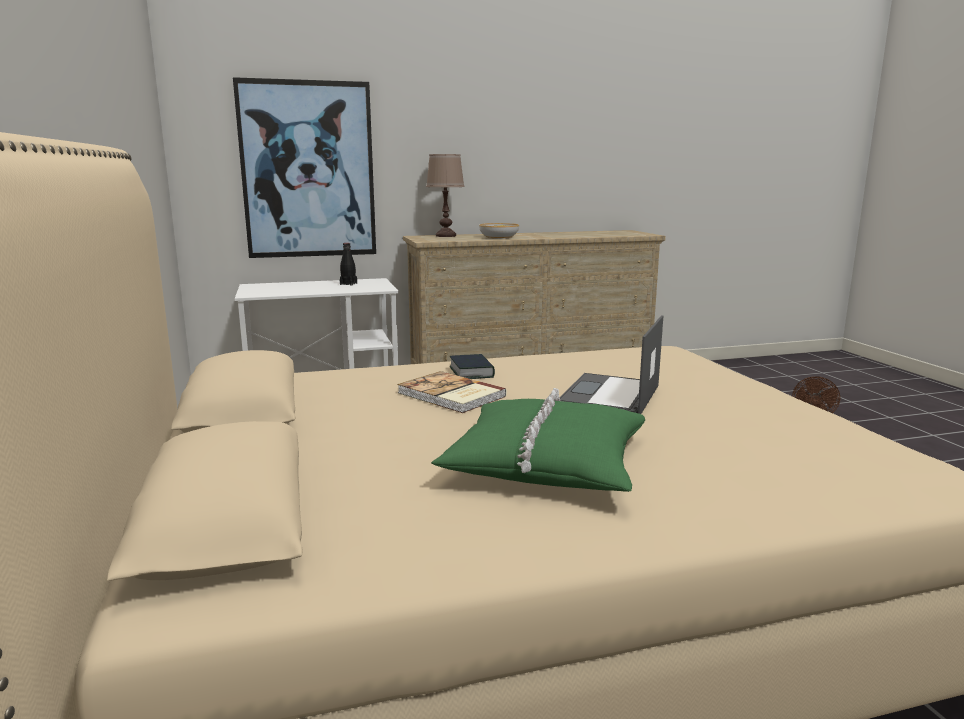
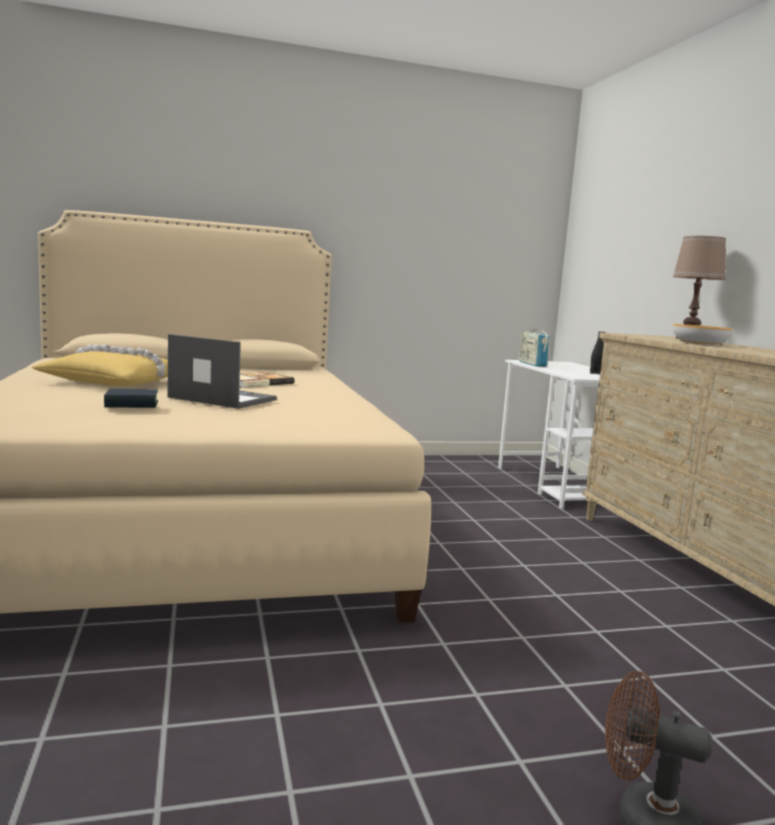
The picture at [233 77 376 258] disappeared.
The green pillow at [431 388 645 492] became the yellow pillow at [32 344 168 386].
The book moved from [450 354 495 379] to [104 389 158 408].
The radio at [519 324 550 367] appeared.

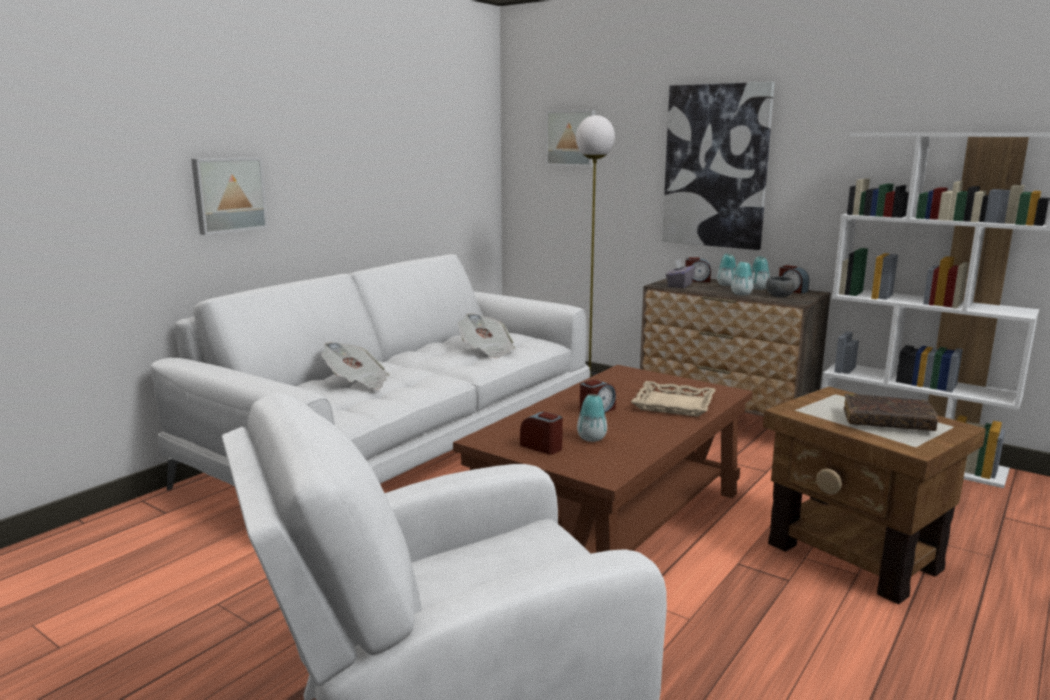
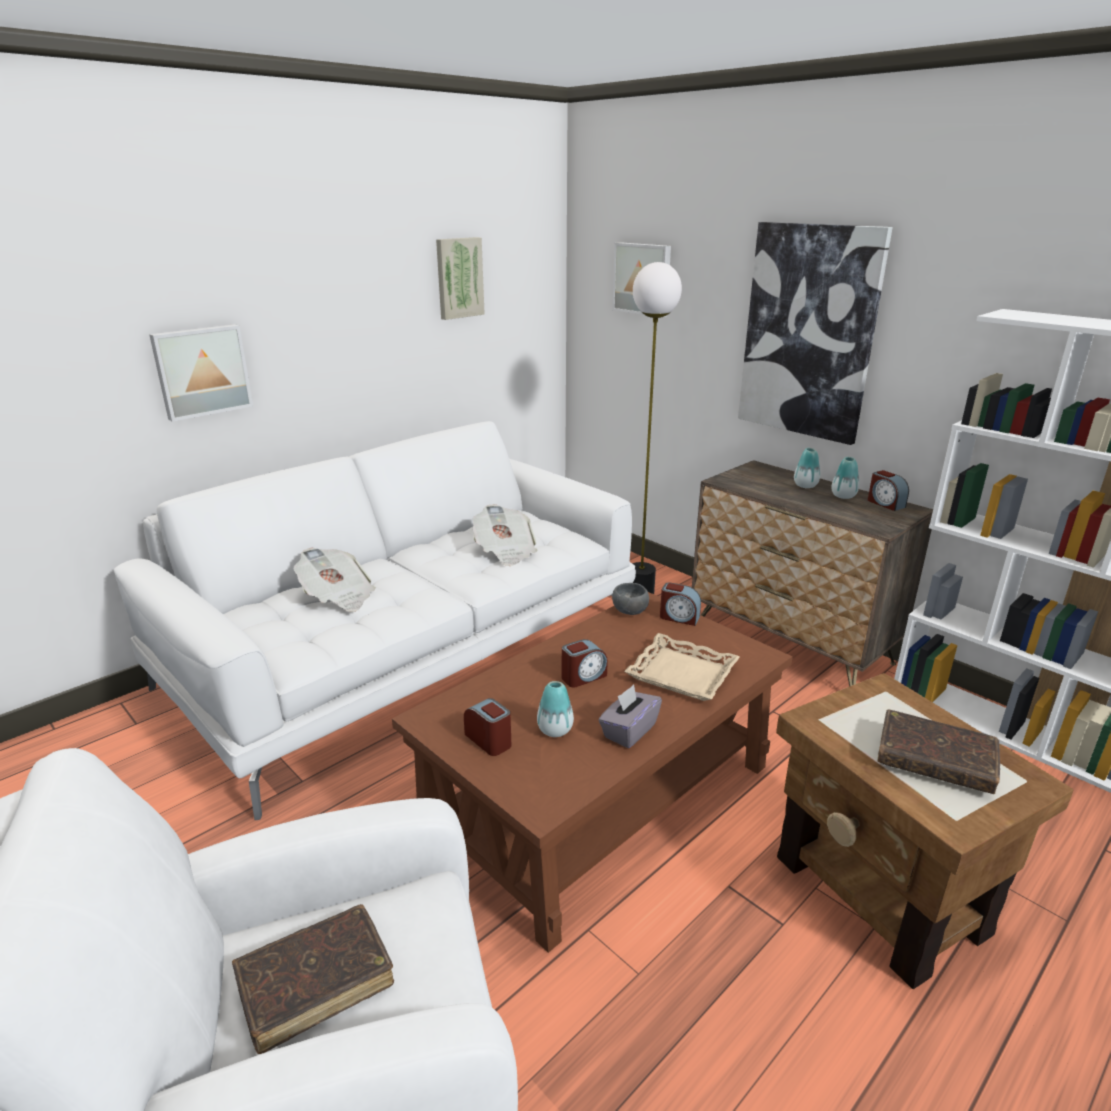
The grey tissue box moved from [666 259 695 288] to [598 685 662 748].
The alarm clock moved from [685 257 711 282] to [660 582 701 626].
The vase at [731 262 753 296] disappeared.
The grey bowl moved from [766 276 795 297] to [612 583 649 615].
The brown book at [232 904 394 1054] appeared.
The picture at [436 237 485 320] appeared.

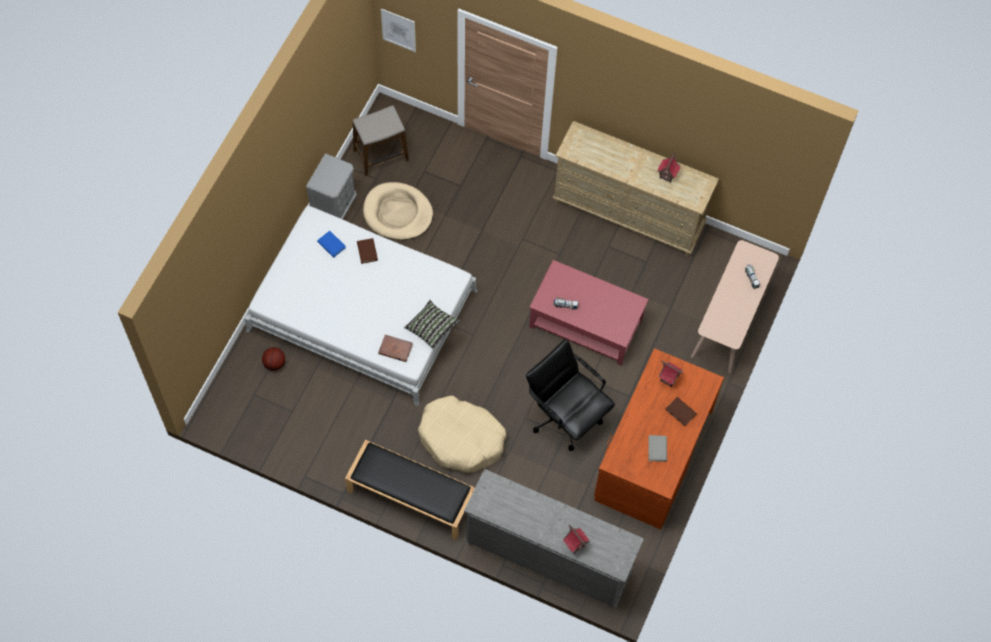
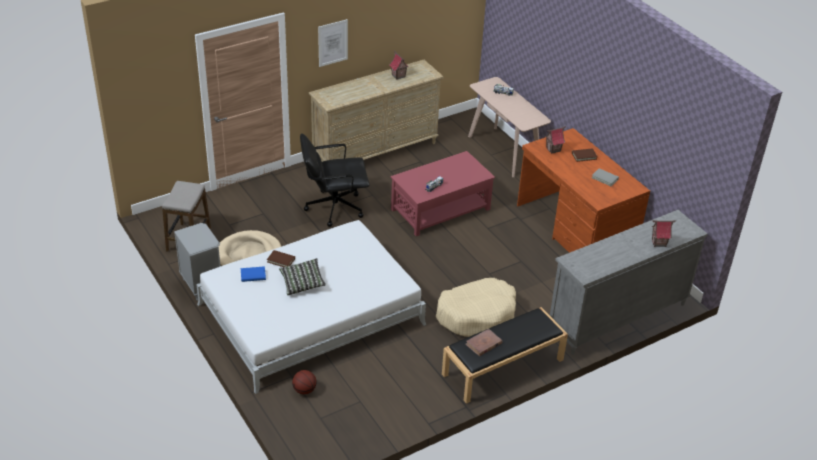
The brown book moved from [378 335 413 362] to [465 329 502 356].
The picture moved from [381 9 416 52] to [318 19 348 67].
The pillow moved from [404 300 460 349] to [279 258 326 295].
The black office chair moved from [526 339 615 451] to [300 133 370 227].

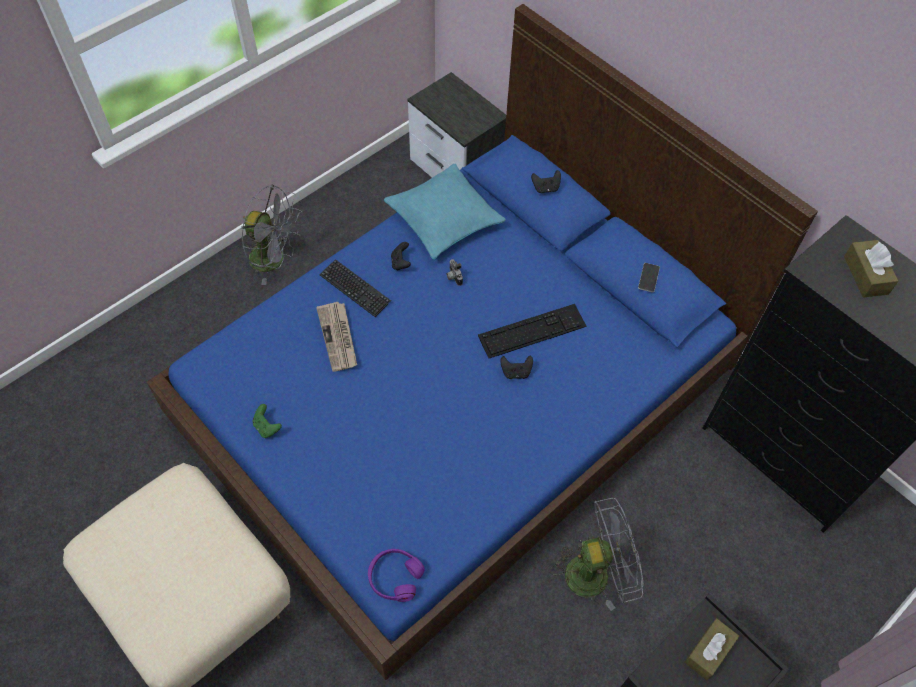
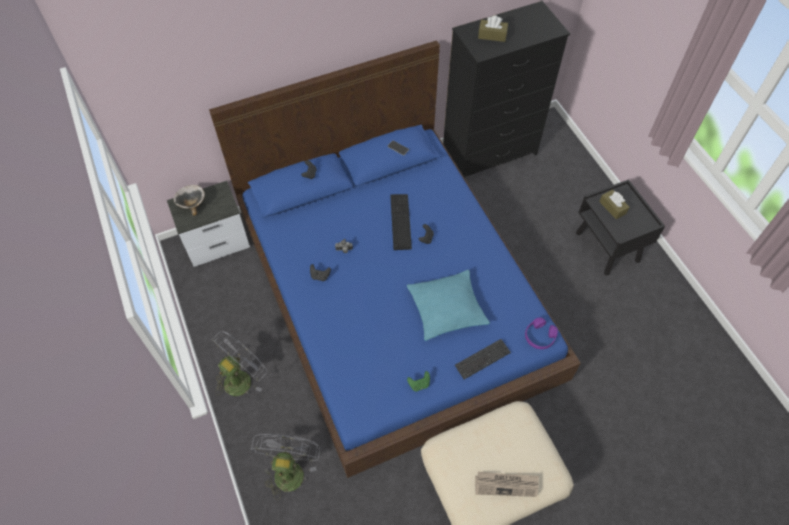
The newspaper moved from [316 302 357 372] to [475 472 539 497].
The keyboard moved from [319 259 391 317] to [455 339 511 380].
The turquoise pillow moved from [384 164 506 260] to [407 270 490 341].
The grey fan moved from [550 498 643 611] to [251 434 320 500].
The bowl at [174 185 205 216] appeared.

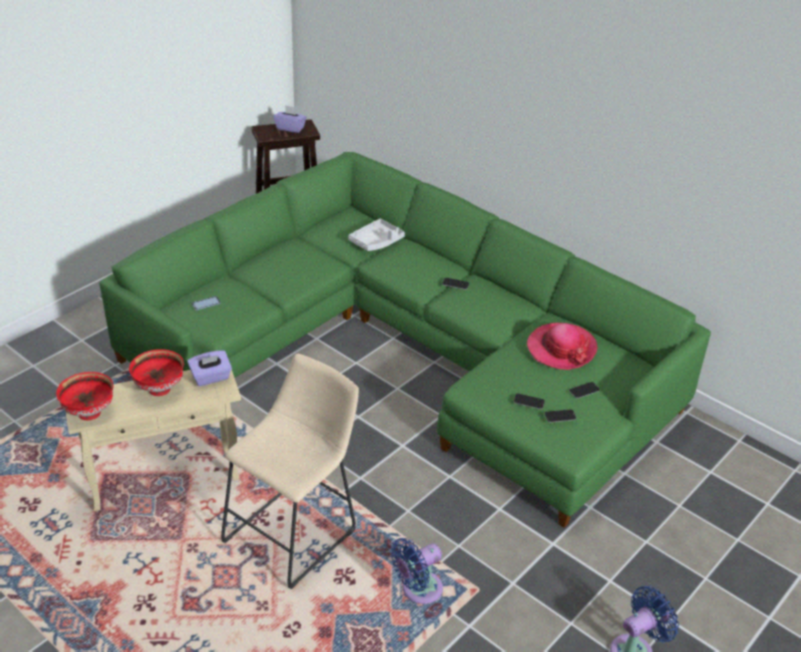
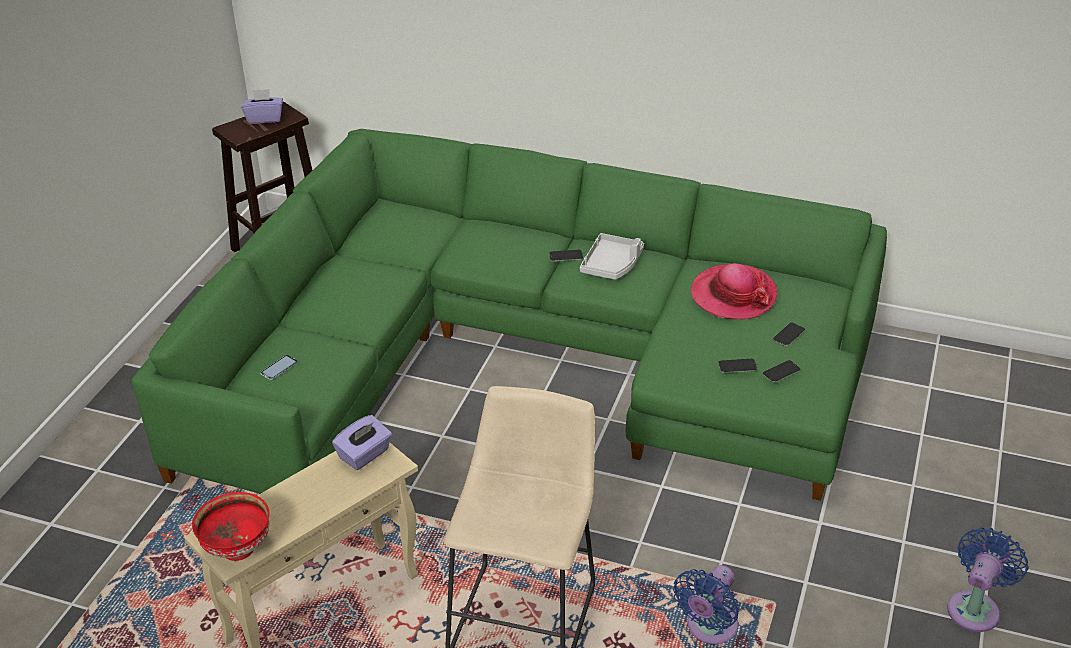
The red bowl at [129 349 184 396] disappeared.
The grey tray moved from [348 218 405 251] to [580 233 644 280].

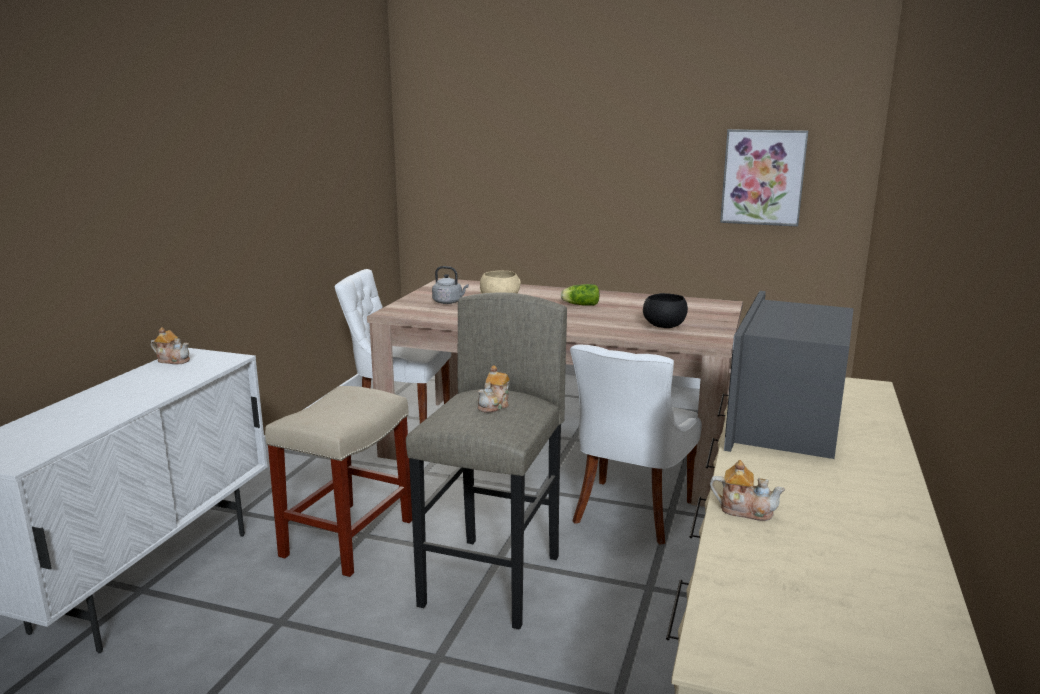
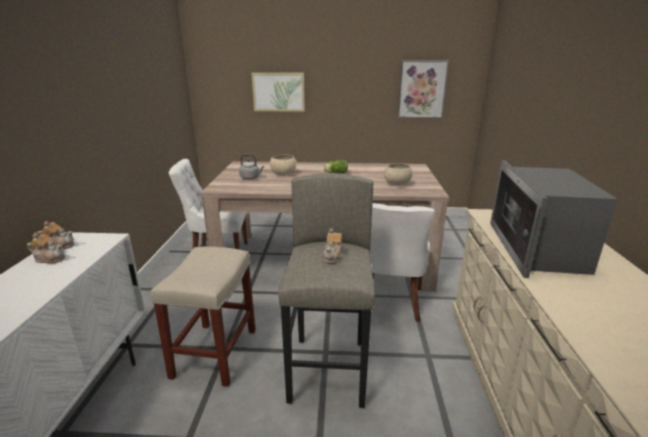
The black bowl at [643 293 688 328] became the beige bowl at [384 163 412 185].
The teapot moved from [710 460 785 521] to [27 233 65 264].
The picture at [252 73 305 112] appeared.

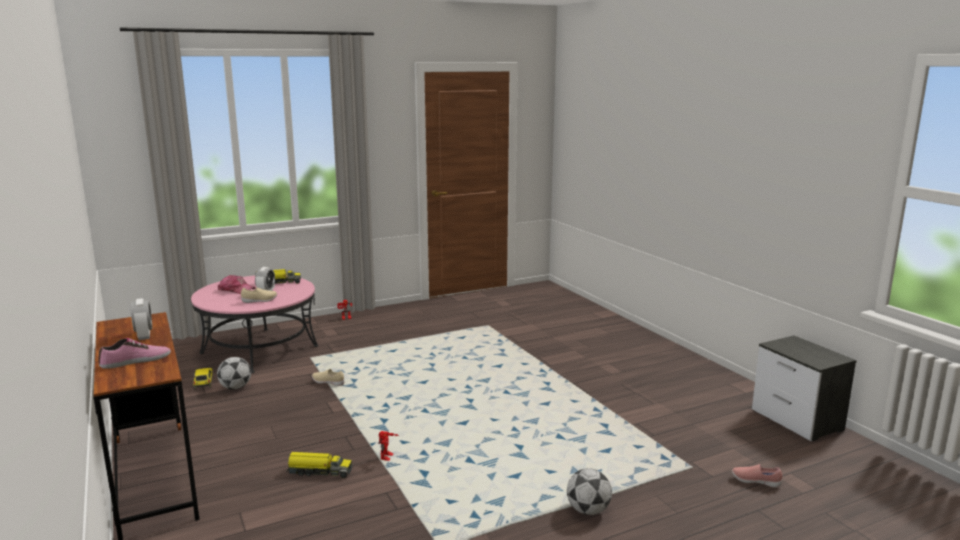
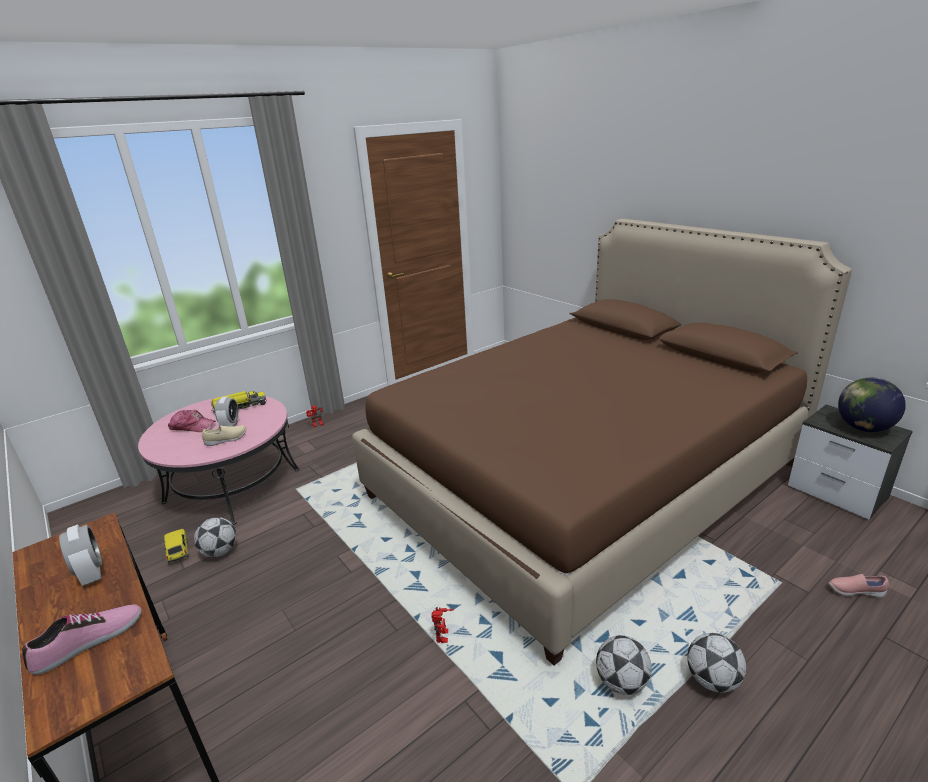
The toy truck at [286 452 352 478] disappeared.
The beige shoe at [312 369 344 386] disappeared.
The brown bed at [352 219 852 666] appeared.
The football at [596 635 652 695] appeared.
The globe at [838 378 906 432] appeared.

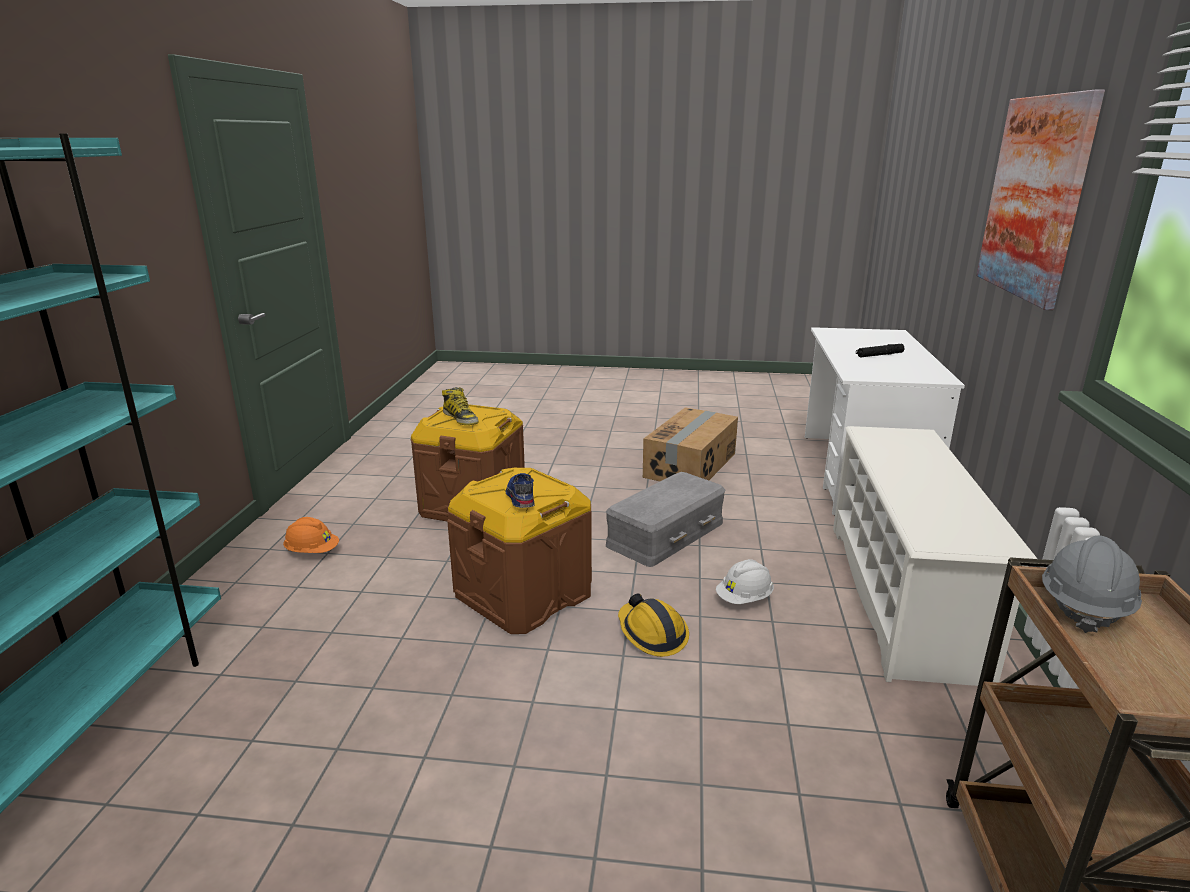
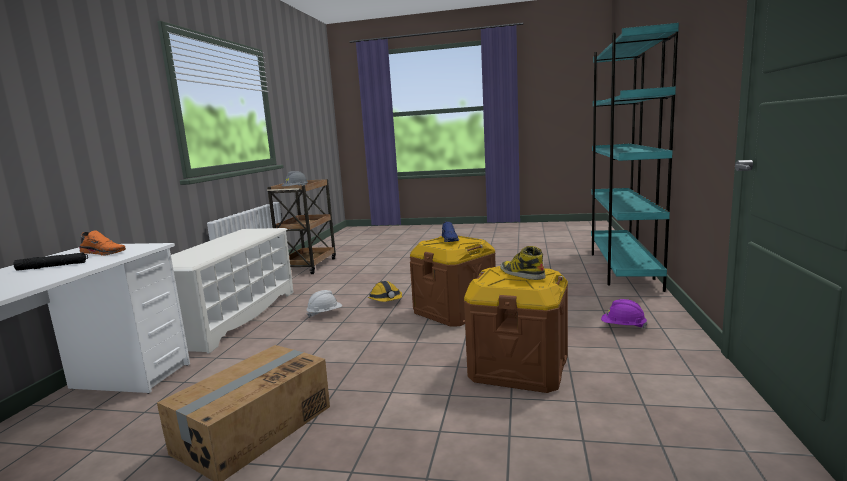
The orange hard hat at [283 517 339 553] became the purple hard hat at [601 299 647 328].
The grey storage box at [606 472 725 567] disappeared.
The picture at [976 89 1105 310] disappeared.
The orange shoe at [79 230 126 256] appeared.

